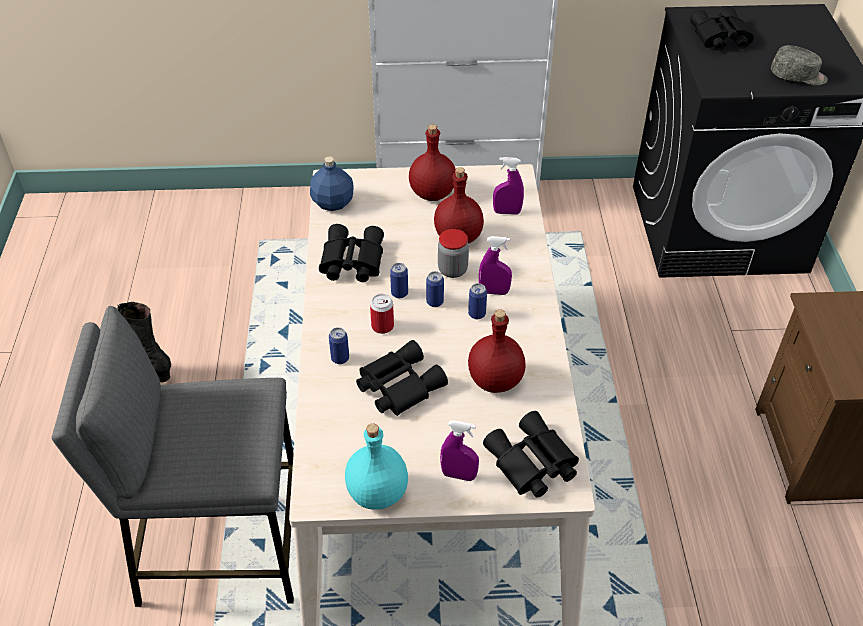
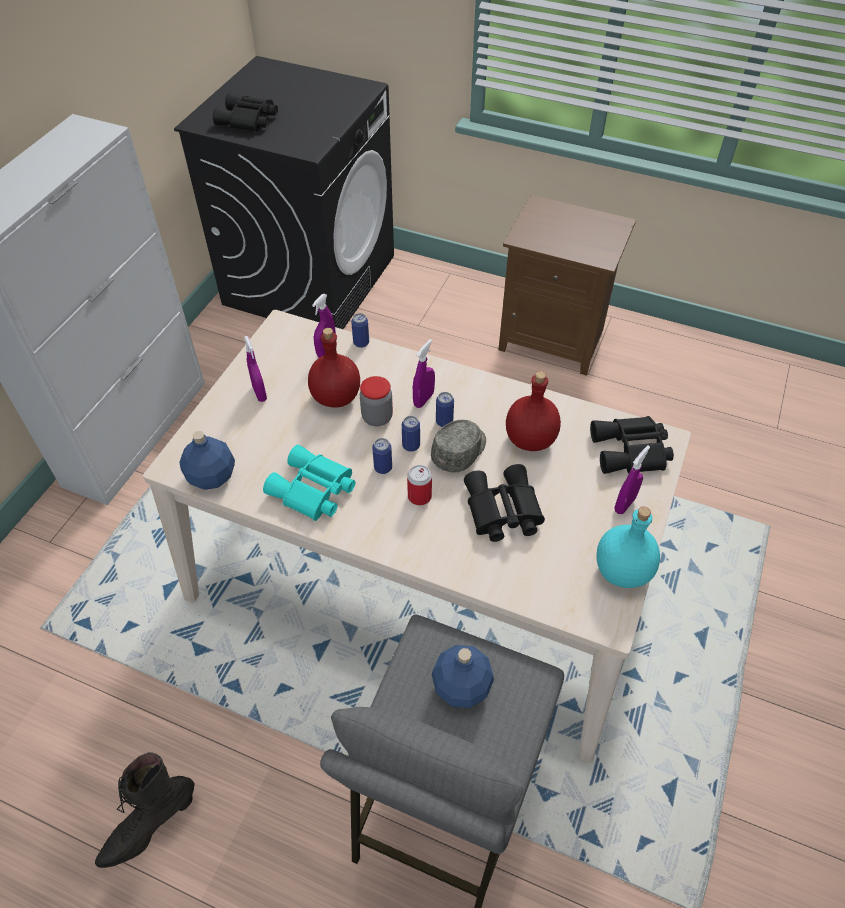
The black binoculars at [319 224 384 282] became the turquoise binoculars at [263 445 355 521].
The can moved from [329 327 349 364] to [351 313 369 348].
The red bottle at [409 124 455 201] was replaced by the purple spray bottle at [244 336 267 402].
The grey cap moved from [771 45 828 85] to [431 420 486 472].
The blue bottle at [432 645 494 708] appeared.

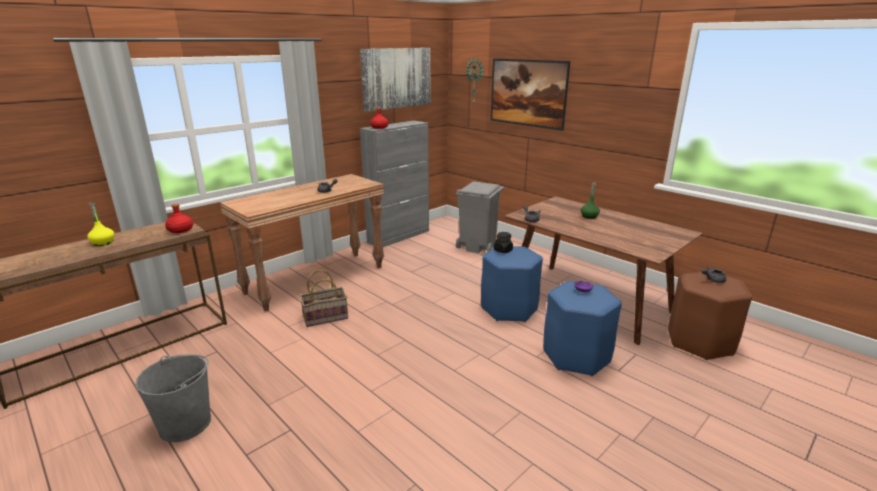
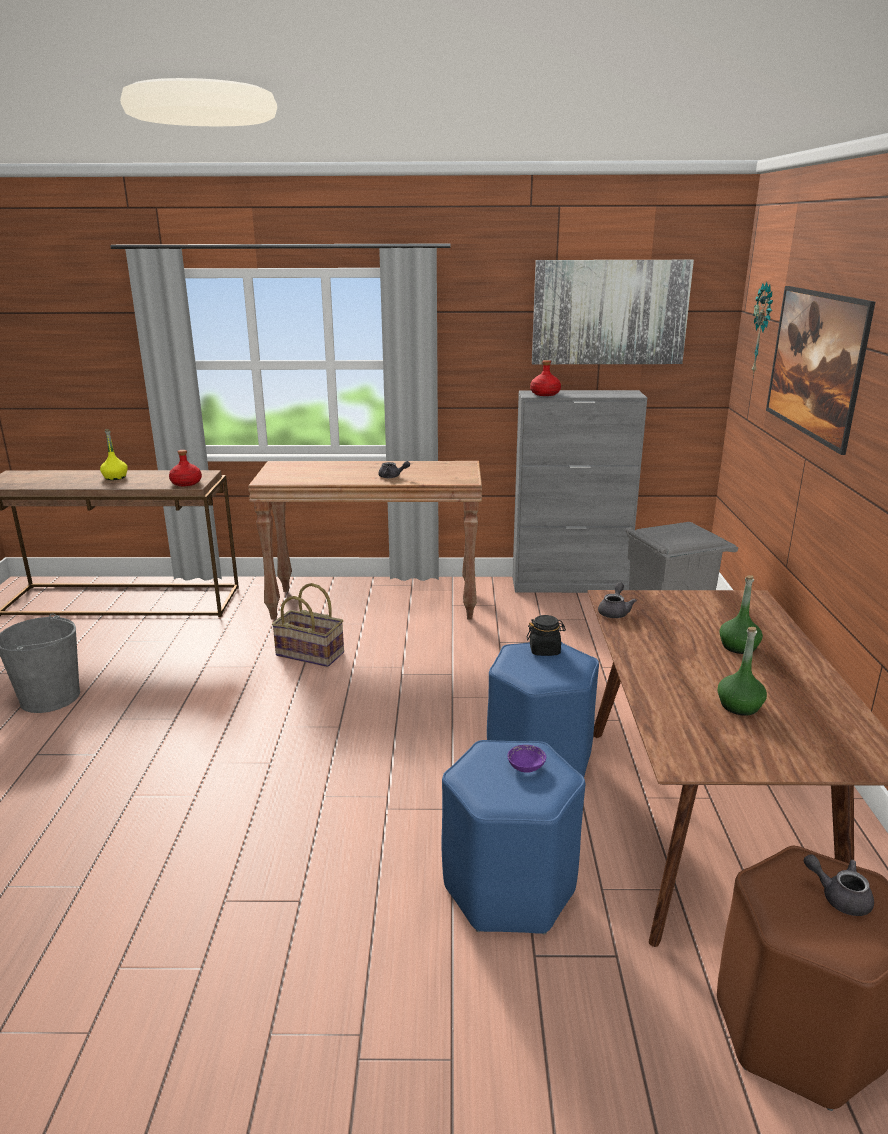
The green bottle at [718 627 767 716] appeared.

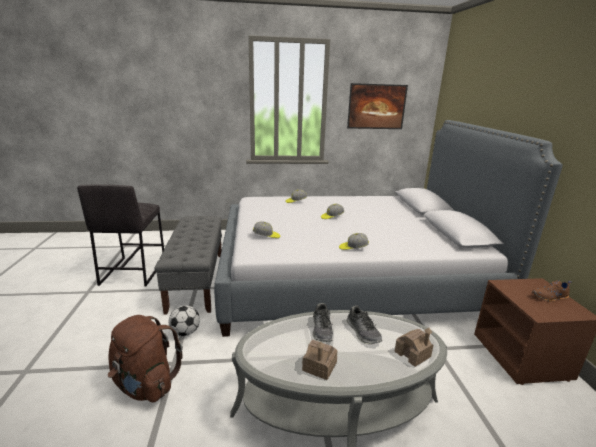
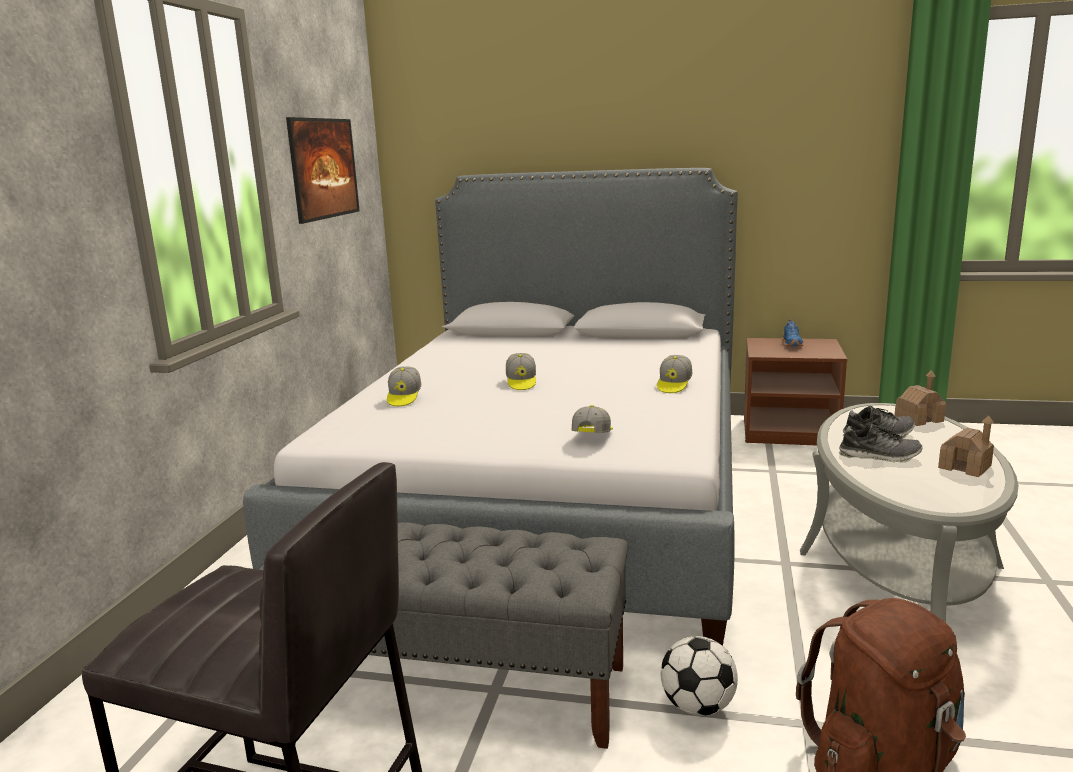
The brown shoe at [532 280 572 302] became the blue shoe at [782 319 803 346].

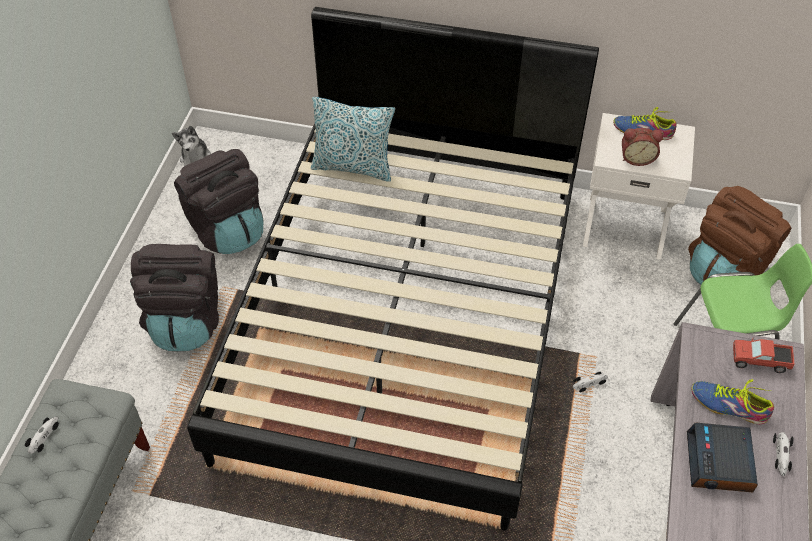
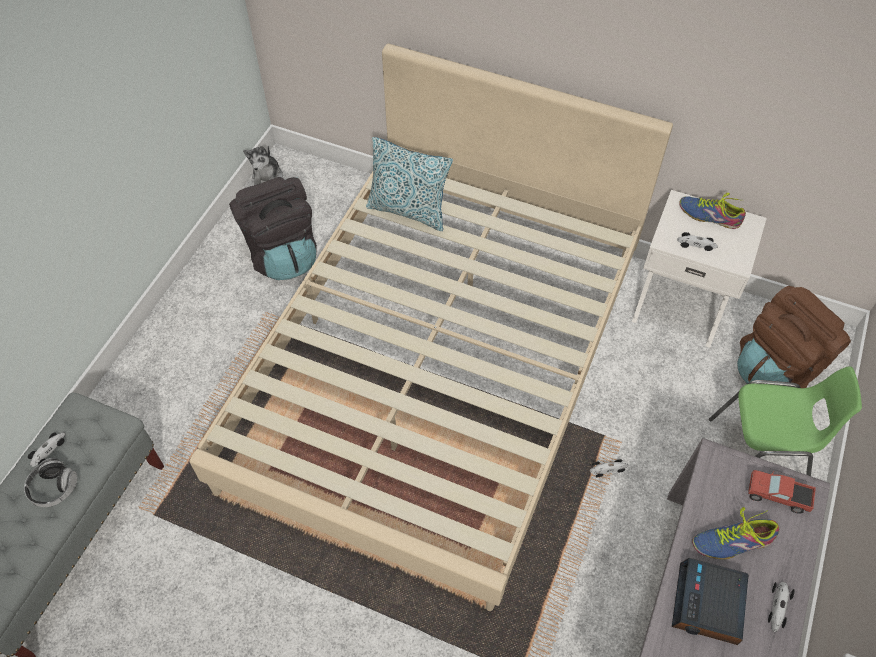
The black backpack at [130 244 219 351] disappeared.
The black bed at [187 7 599 531] became the beige bed at [189 43 673 611].
The alarm clock at [622 128 663 166] was replaced by the toy car at [677 232 718 251].
The shoe at [692 379 774 424] turned 45 degrees counterclockwise.
The headphones at [24 458 77 507] appeared.

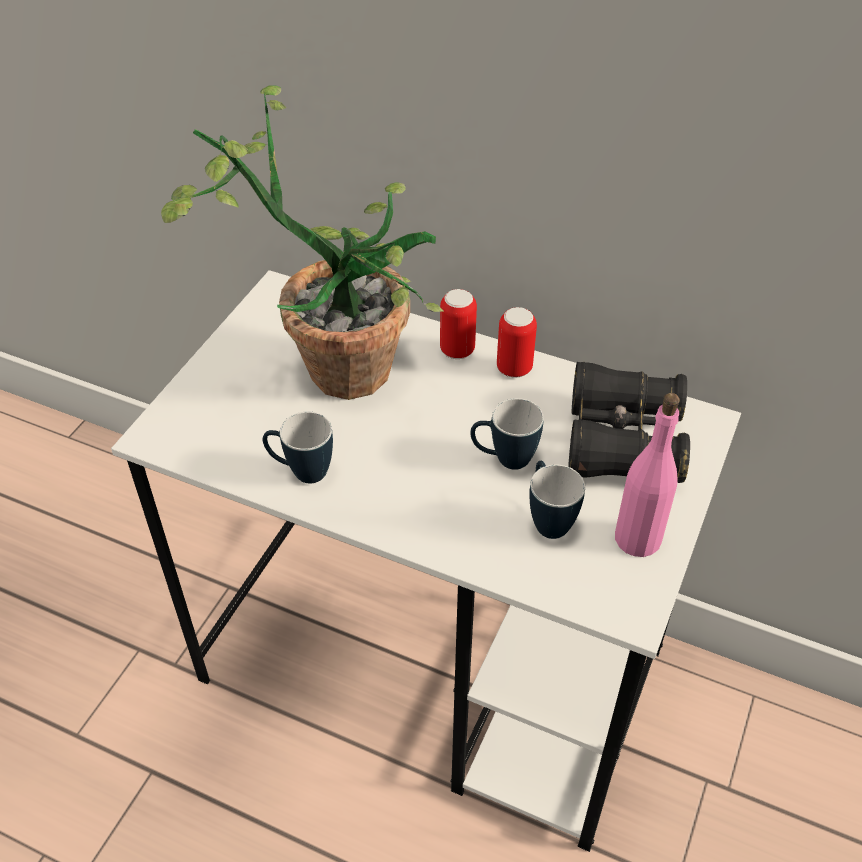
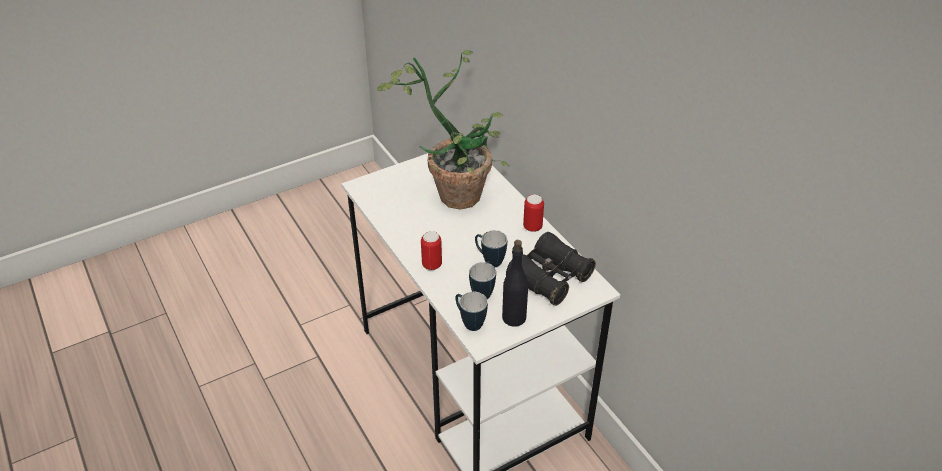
The mug moved from [263 412 333 484] to [455 292 488 331].
The can moved from [440 289 477 359] to [421 231 442 270].
The pink bottle at [615 393 680 557] became the black bottle at [502 240 528 327].

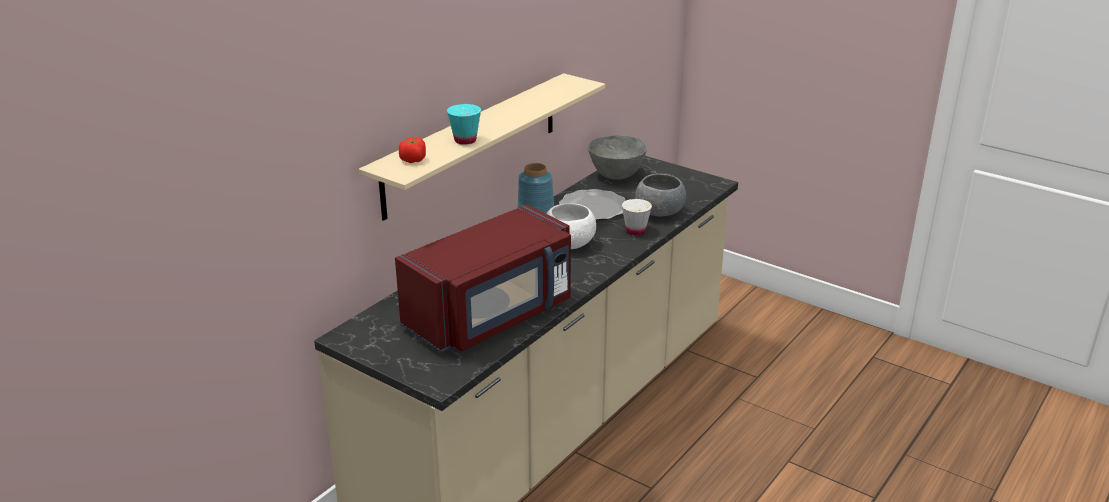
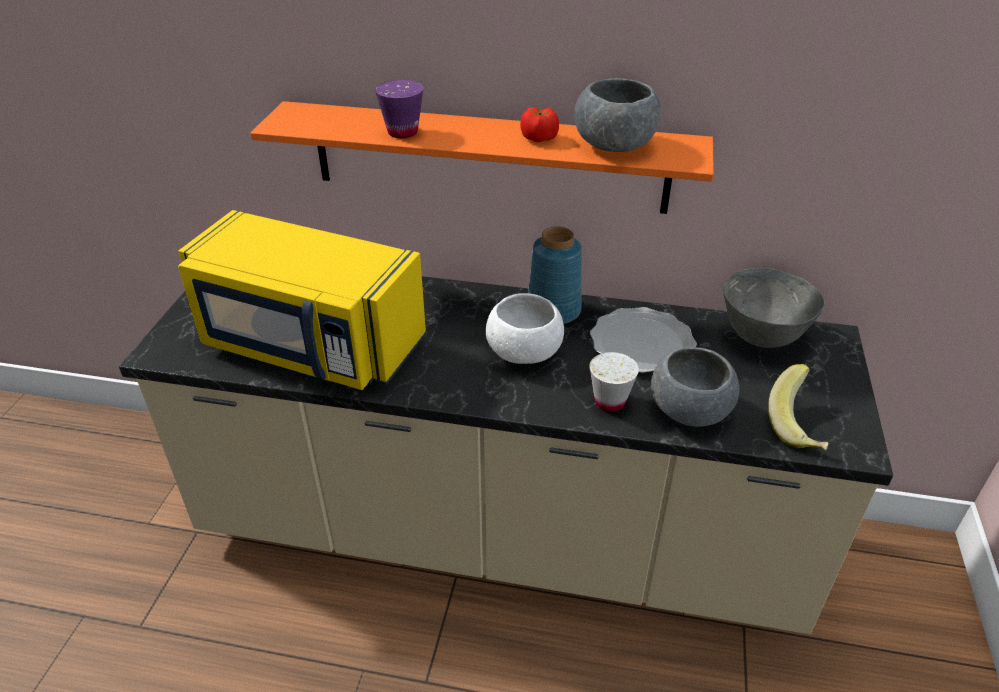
The beige shelf at [359 73 605 221] became the orange shelf at [250 101 714 214].
The red microwave at [395 204 571 353] became the yellow microwave at [178 210 426 390].
The tomato moved from [399 137 426 163] to [520 107 559 143].
The turquoise cup at [447 104 481 145] became the purple cup at [375 80 423 138].
The grey bowl at [574 78 661 152] appeared.
The banana at [768 364 828 451] appeared.

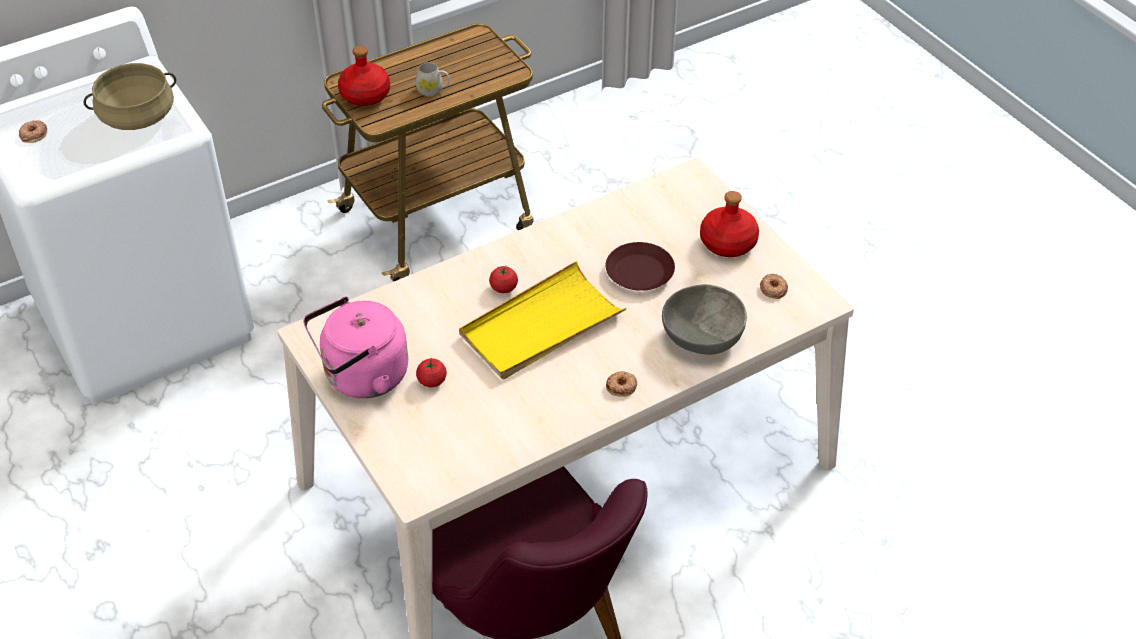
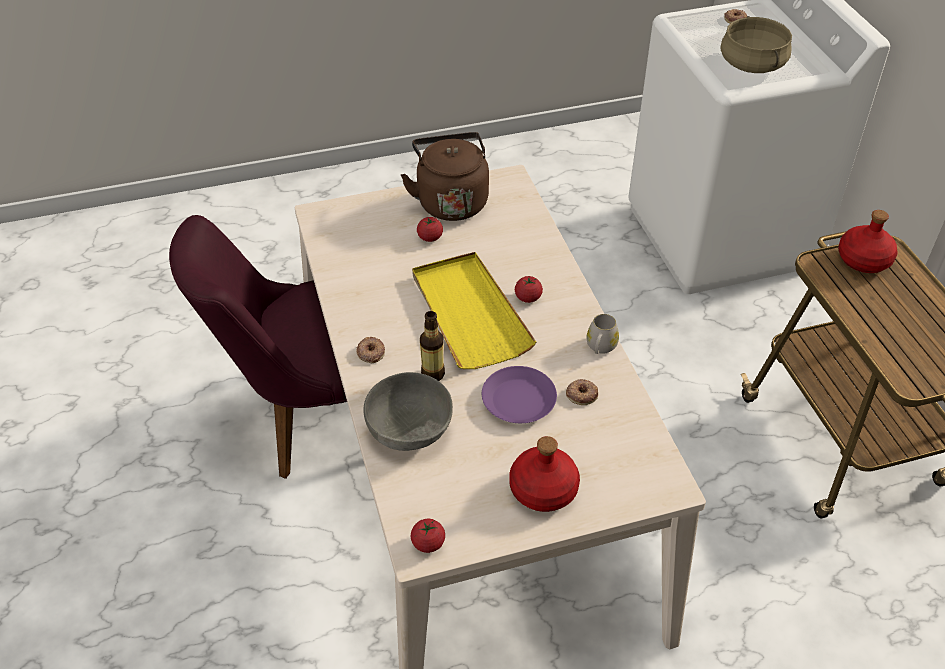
The pink kettle at [303 297 408 398] became the brown kettle at [401 132 489 221].
The white mug moved from [416 62 450 96] to [587 314 619 354].
The brown plate at [606 242 675 291] became the purple plate at [482 366 557 423].
The donut moved from [760 274 788 299] to [566 379 598 405].
The tomato at [411 519 445 553] appeared.
The bottle at [420 311 445 381] appeared.

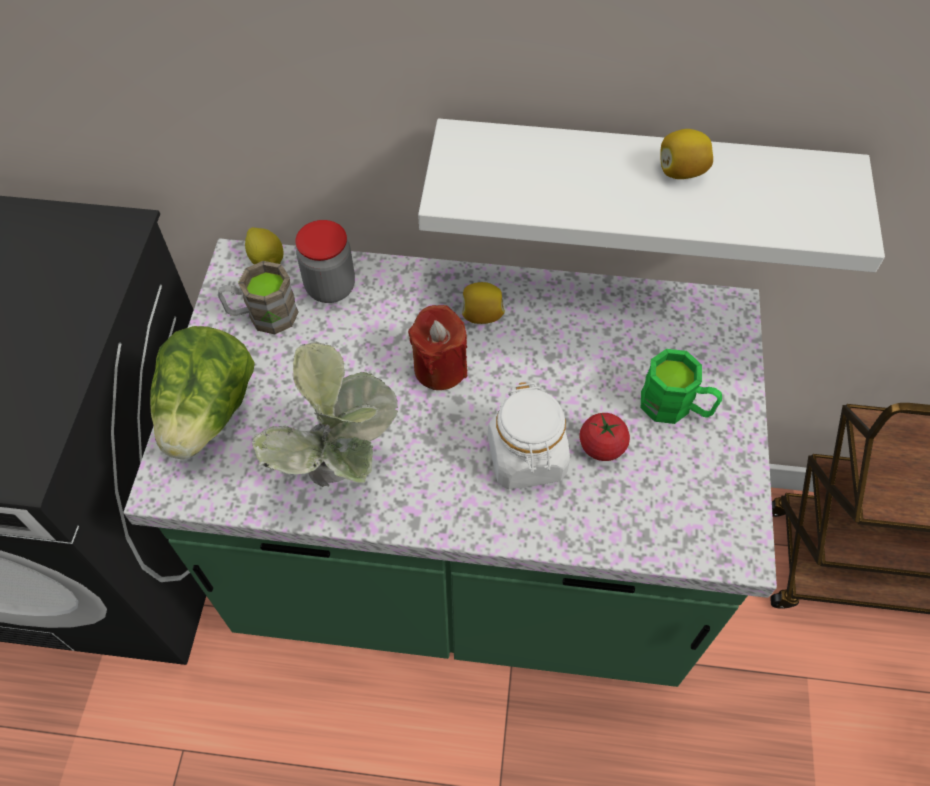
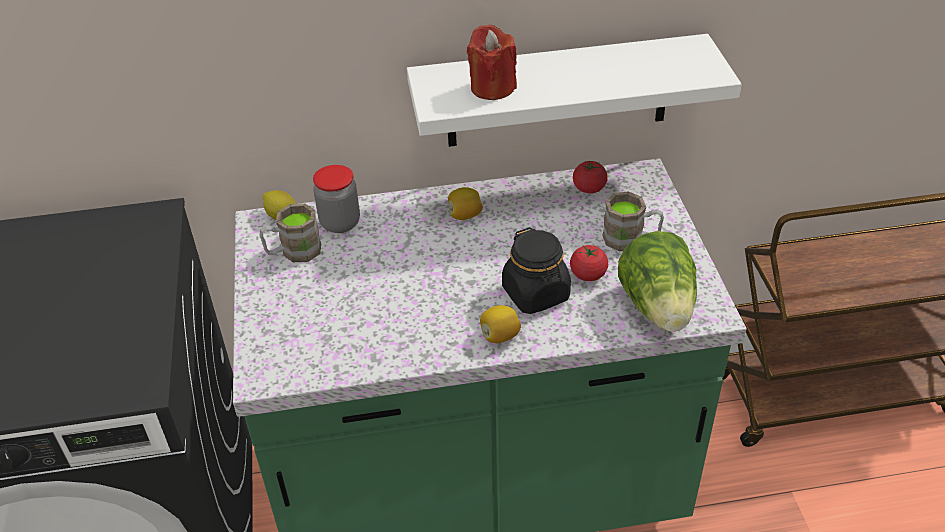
The lettuce moved from [150 326 255 459] to [618 231 697 332].
The potted plant at [252 341 398 487] disappeared.
The red candle moved from [408 305 467 390] to [467 24 517 100].
The white jar at [488 382 570 489] became the black jar at [502 227 571 314].
The green mug at [641 349 722 424] became the brown mug at [602 191 664 251].
The lemon moved from [660 129 713 179] to [480 305 521 343].
The tomato at [573 161 608 193] appeared.

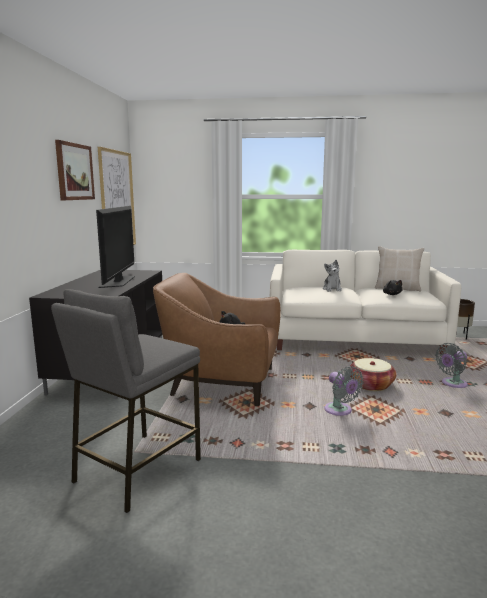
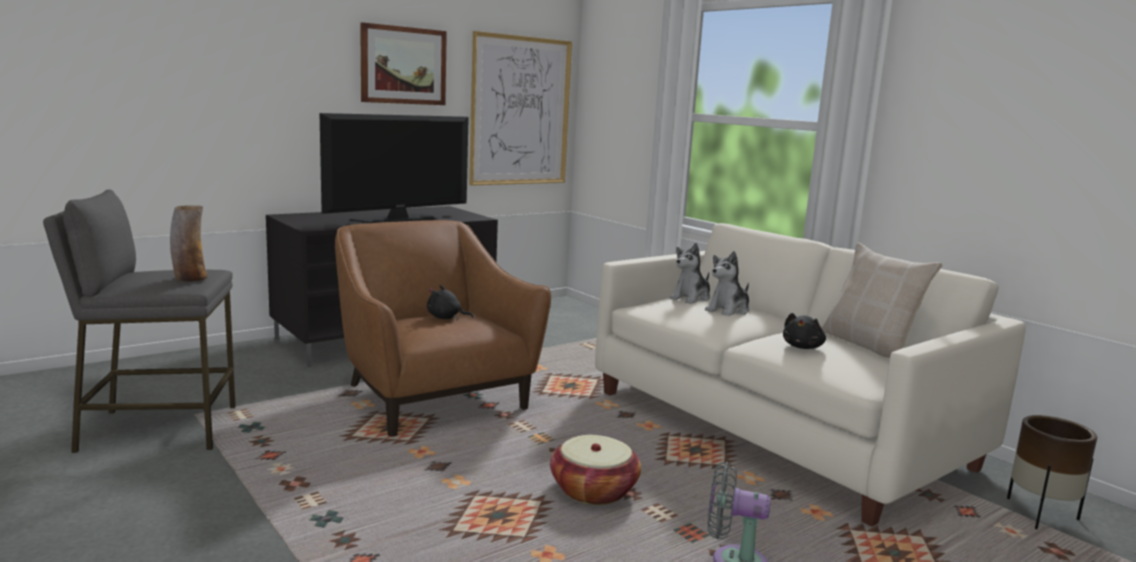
The grey fan at [324 366 364 416] disappeared.
The vase at [170 205 208 282] appeared.
The plush toy at [670 243 710 304] appeared.

